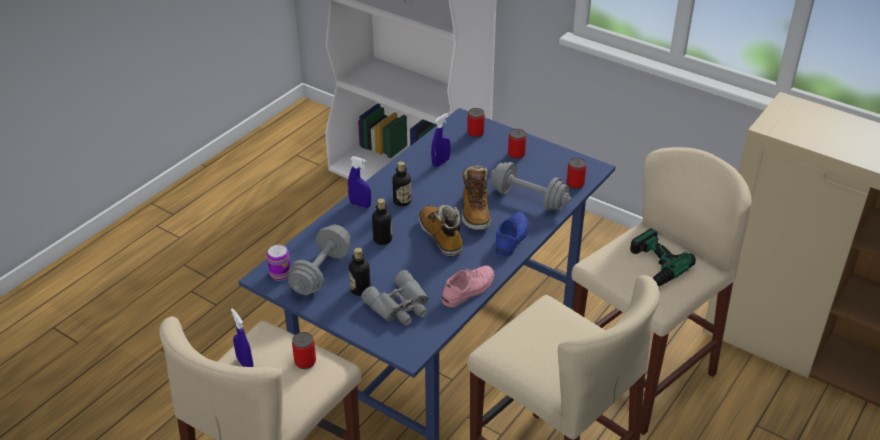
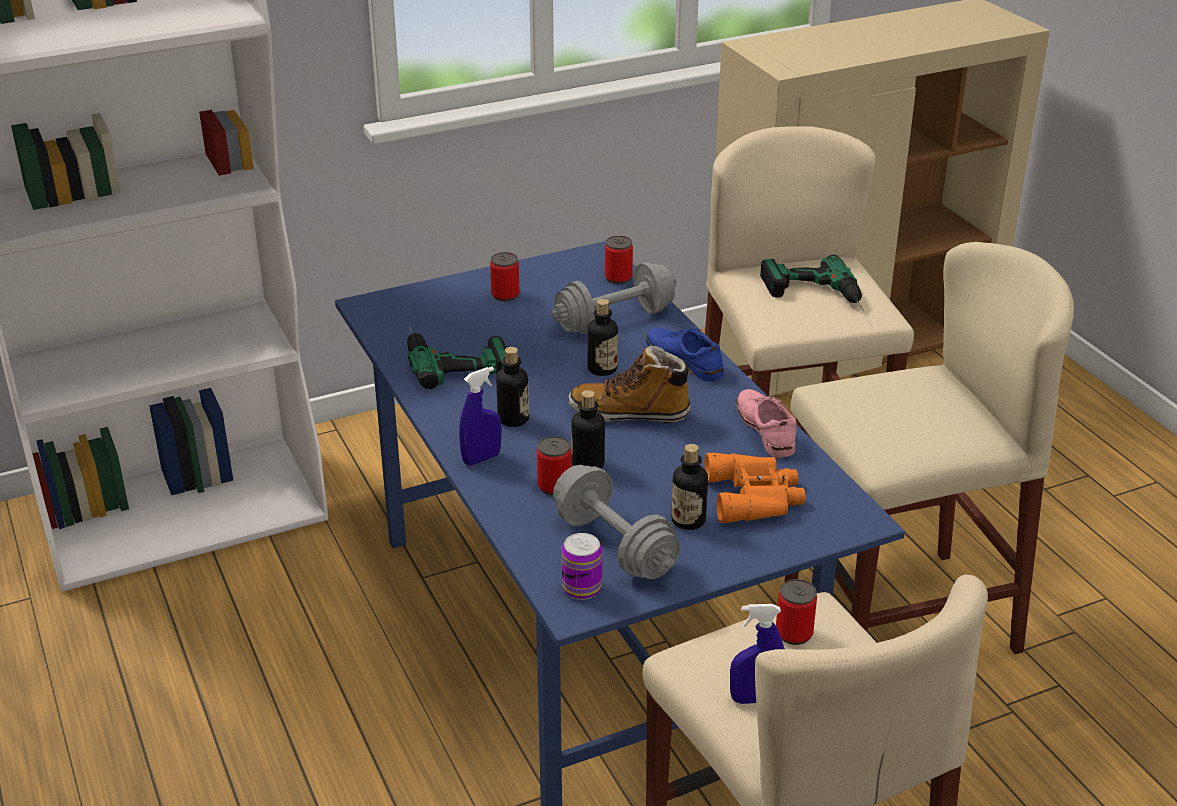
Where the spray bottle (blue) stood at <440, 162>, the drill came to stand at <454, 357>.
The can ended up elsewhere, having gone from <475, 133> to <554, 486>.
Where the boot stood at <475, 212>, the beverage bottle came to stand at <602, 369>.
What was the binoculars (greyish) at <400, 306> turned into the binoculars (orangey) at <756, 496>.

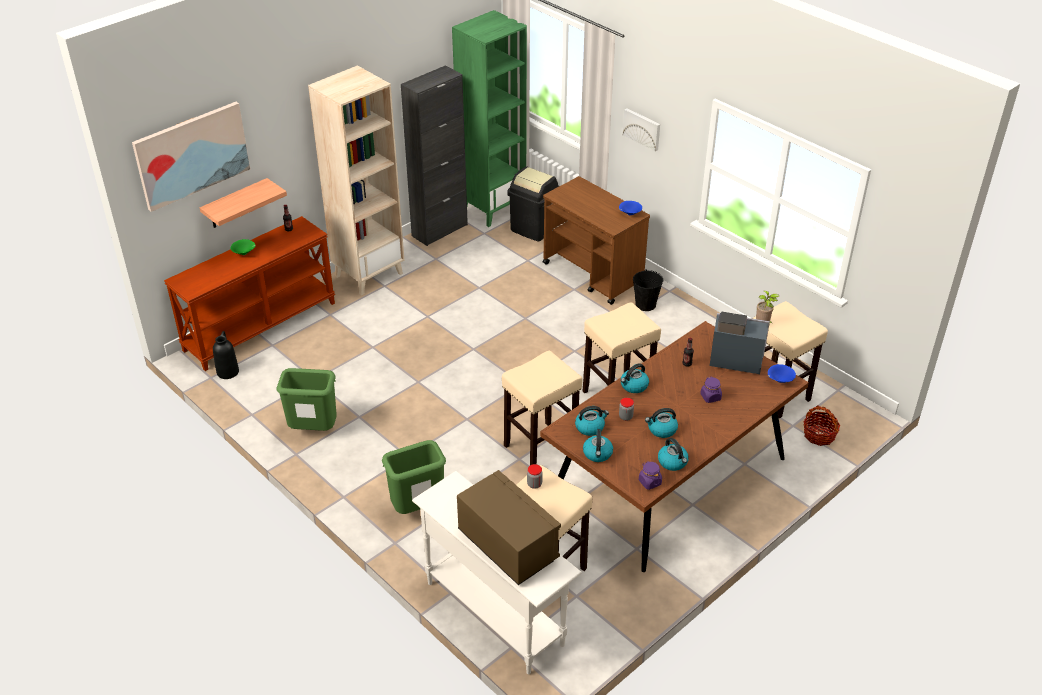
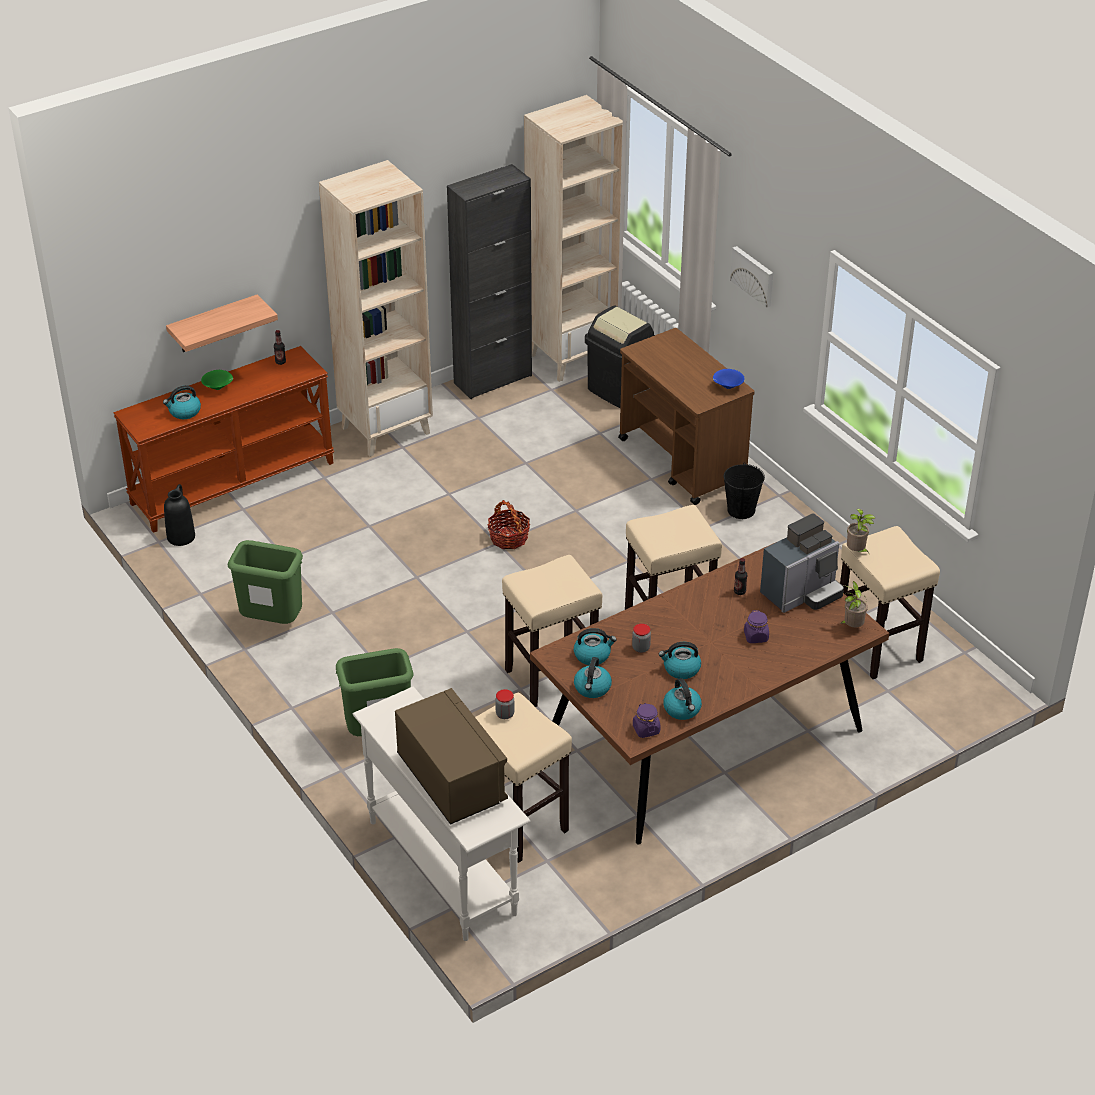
The kettle ended up elsewhere, having gone from <634, 386> to <184, 412>.
The household basket ended up elsewhere, having gone from <819, 435> to <508, 538>.
What was the bookcase (green) at <493, 209> turned into the bookcase (sand-coloured) at <572, 357>.
The coffee maker at <734, 359> ended up facing another way, 120 degrees clockwise from before.
Where the bowl (blue) stood at <779, 380>, the potted plant came to stand at <852, 626>.
The second view lost the wall picture at <192, 155>.

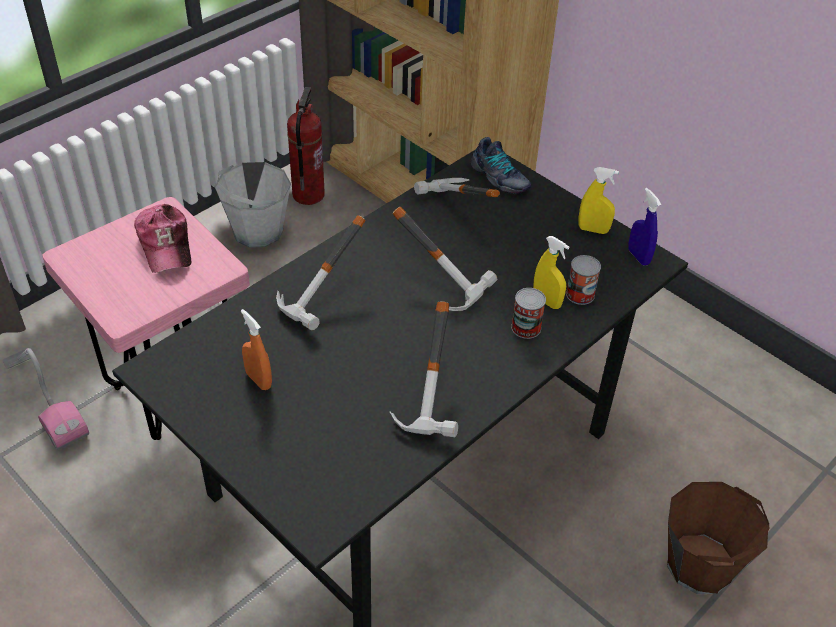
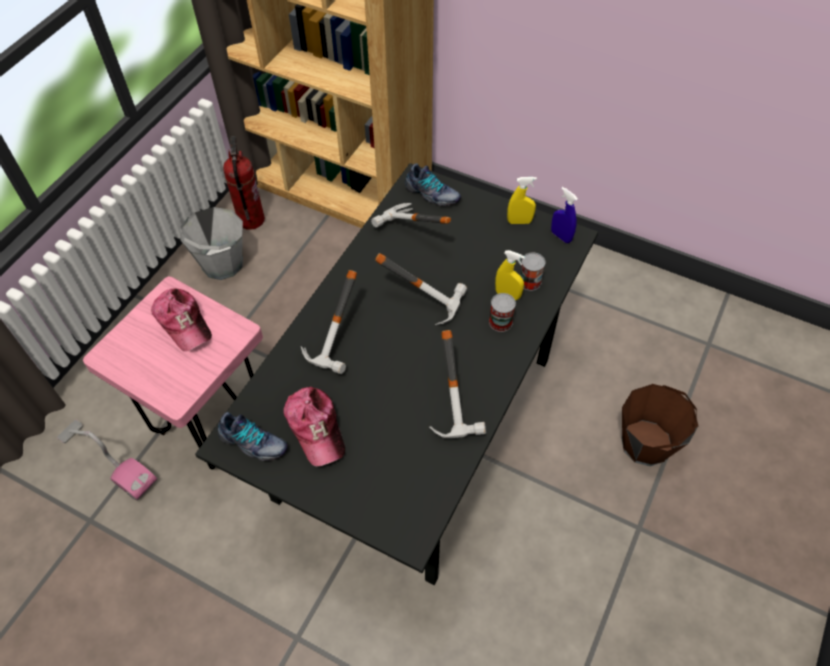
The second view gained the item of footwear at <253, 443>.
Where the spray bottle (orangey) stood at <258, 380>, the peaked cap came to stand at <315, 428>.

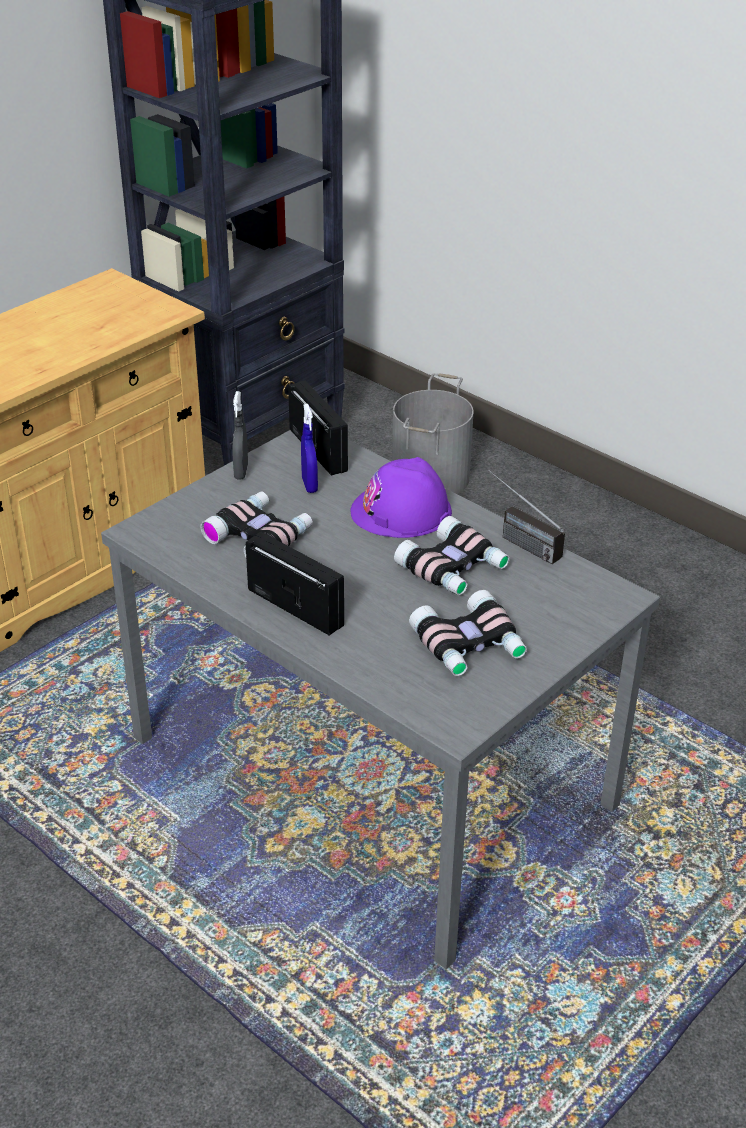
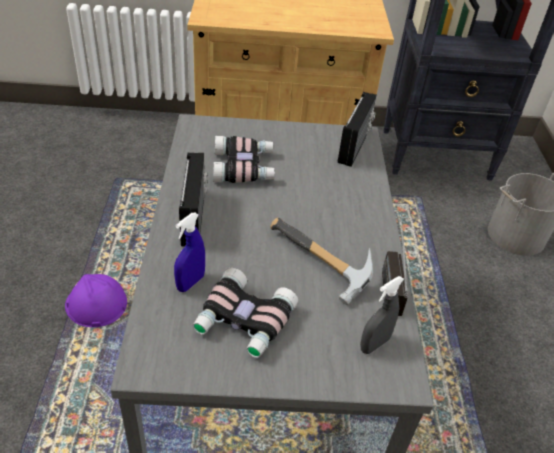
The safety helmet (purple) ended up elsewhere, having gone from <401, 511> to <96, 304>.
The spray bottle (blue) ended up elsewhere, having gone from <309, 485> to <190, 283>.
Where the binoculars stood at <454, 568>, the hammer came to stand at <317, 266>.
The spray bottle (greyish) ended up elsewhere, having gone from <241, 472> to <374, 344>.

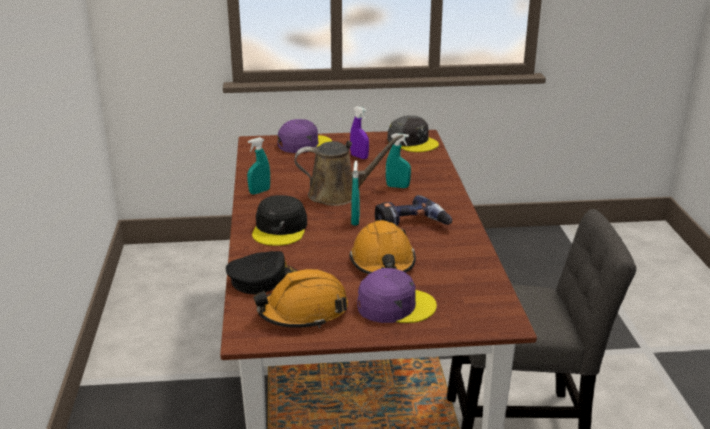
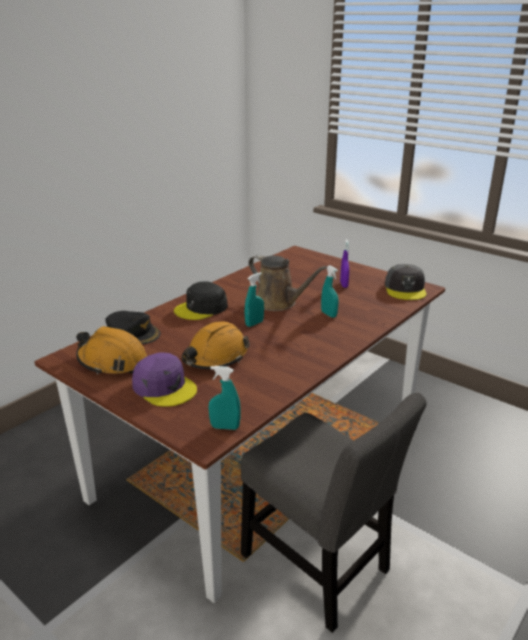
The spray bottle (turquoise) ended up elsewhere, having gone from <259, 192> to <225, 427>.
The second view lost the peaked cap (purple) at <304, 144>.
The second view lost the drill at <412, 225>.

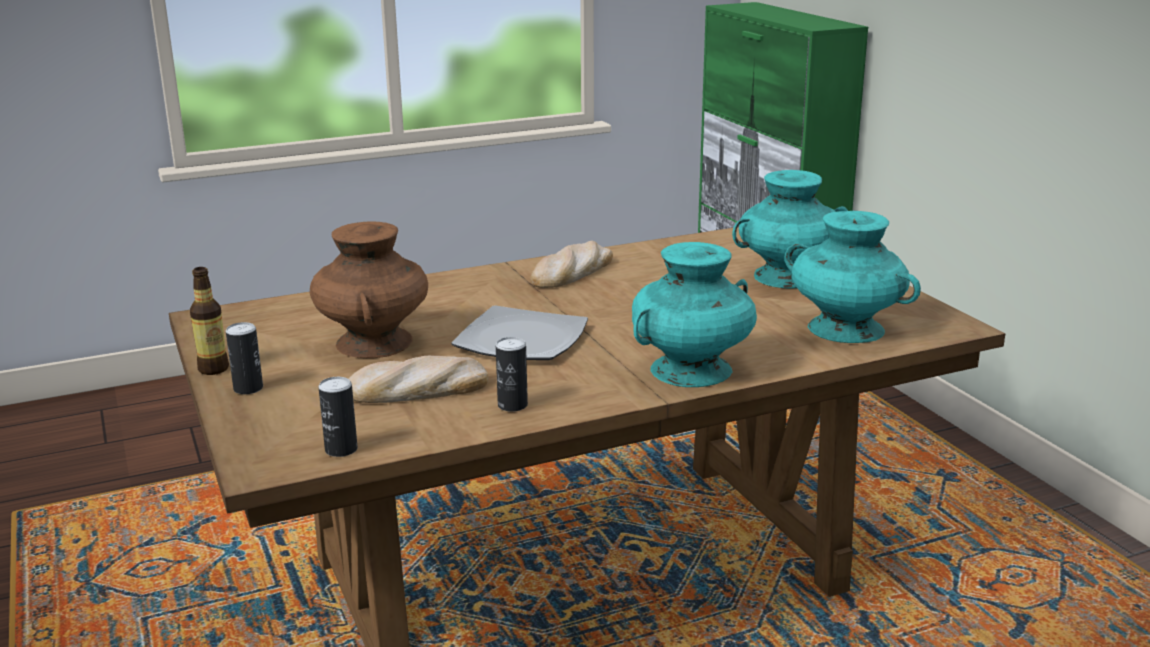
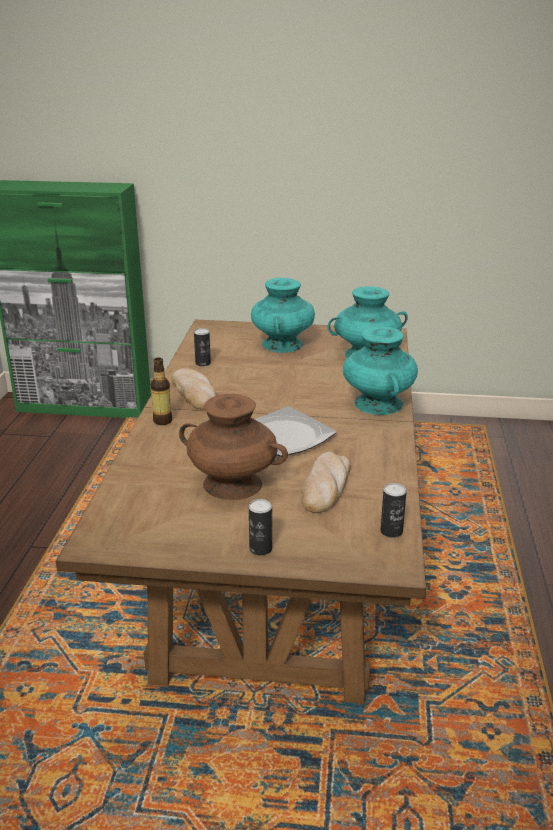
The beverage bottle ended up elsewhere, having gone from <213, 369> to <162, 421>.
The can ended up elsewhere, having gone from <512, 405> to <203, 363>.

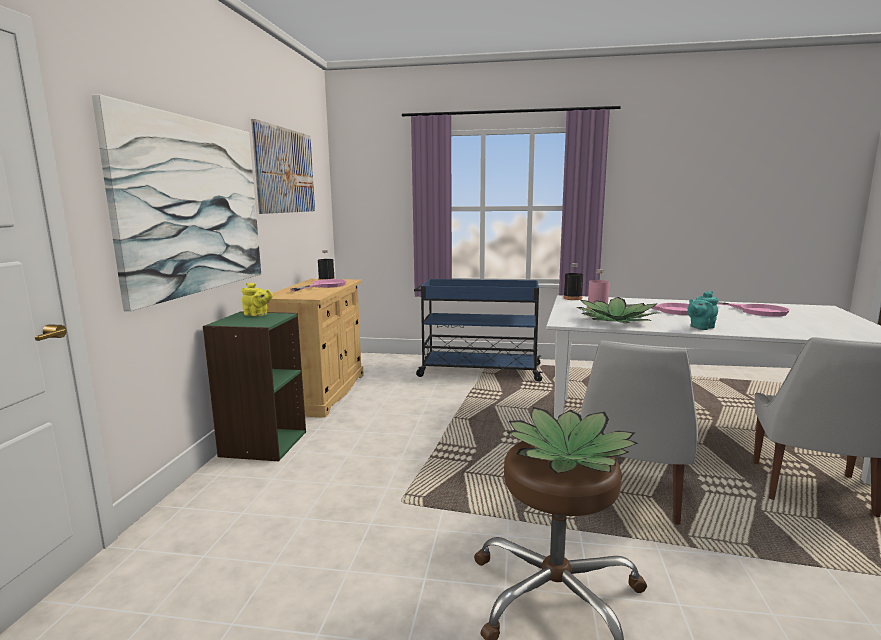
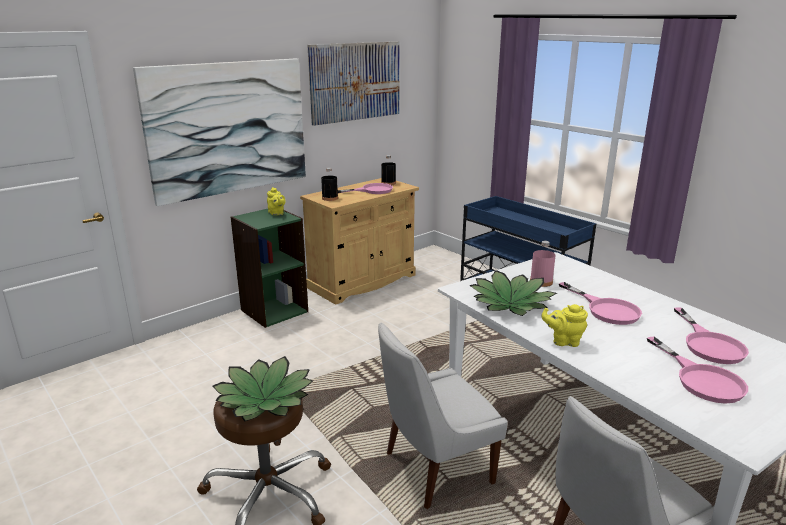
The beverage bottle (black-coloured) ended up elsewhere, having gone from <572, 298> to <330, 198>.
What was the tea pot (turquoise) at <700, 327> turned into the tea pot (yellowish) at <564, 341>.
The second view gained the skillet (pink) at <702, 379>.

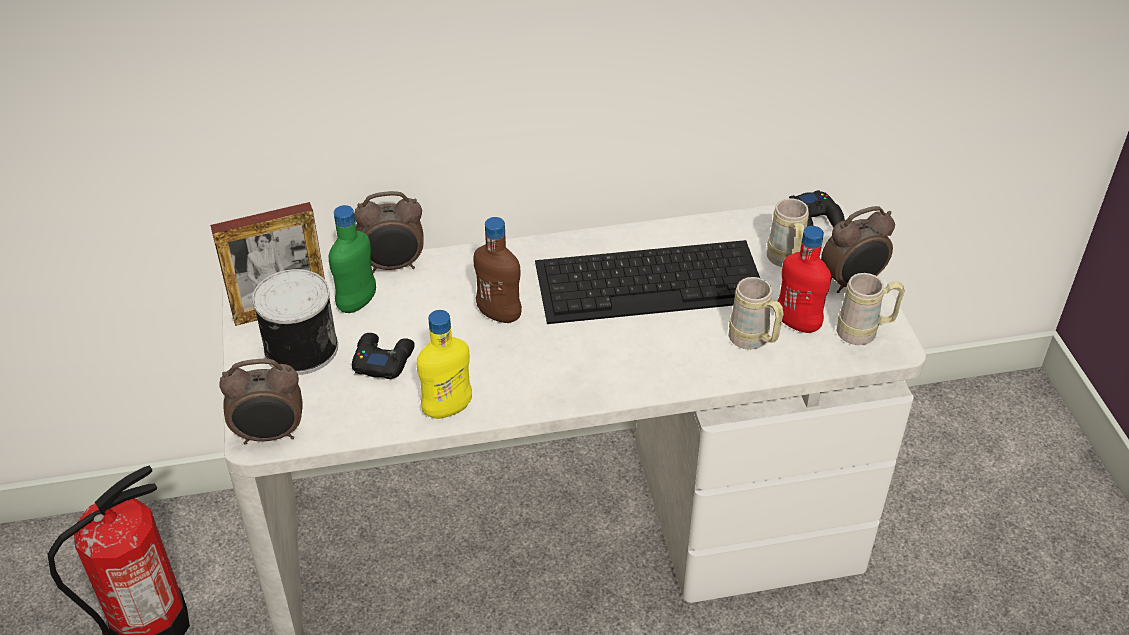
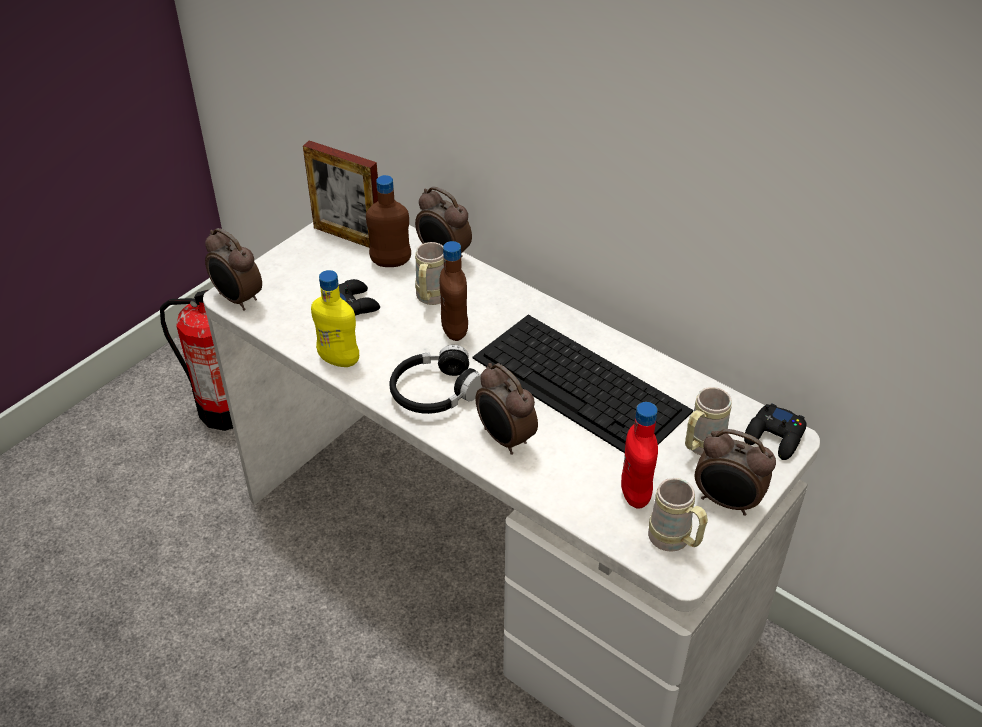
What was the beverage bottle (green) at <357, 303> turned into the beverage bottle (brown-coloured) at <391, 262>.
The second view gained the pair of headphones (black-coloured) at <435, 392>.
The tea mug (sand-coloured) ended up elsewhere, having gone from <753, 342> to <430, 299>.
The second view gained the alarm clock at <504, 439>.
The second view lost the can at <299, 348>.

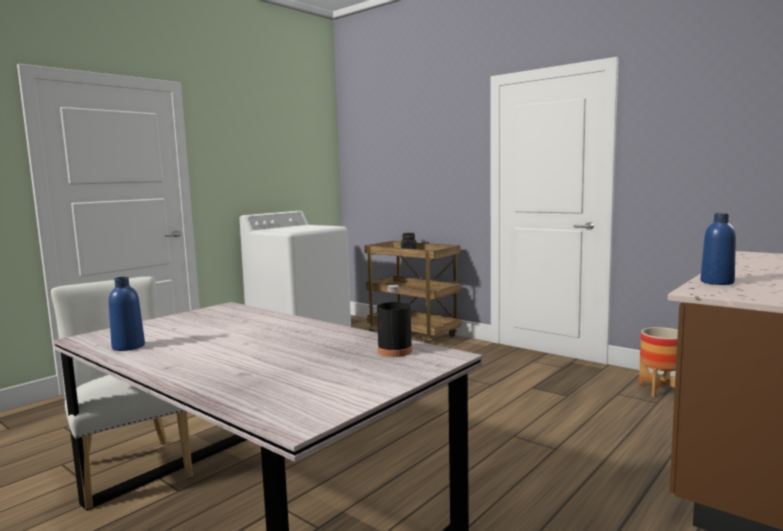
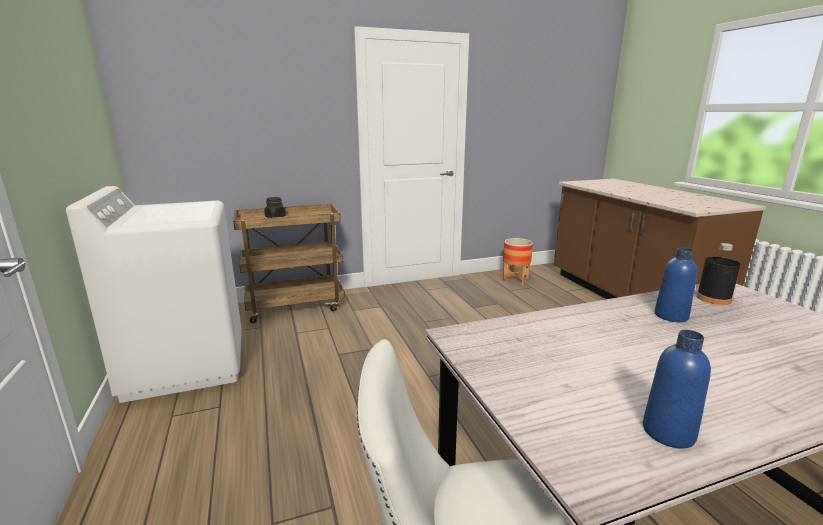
The beverage bottle (blue) ended up elsewhere, having gone from <717, 282> to <671, 316>.

